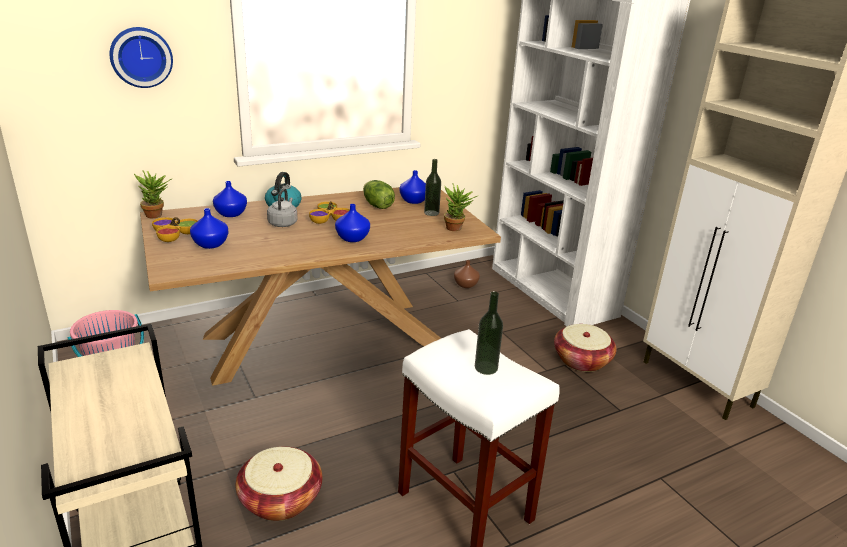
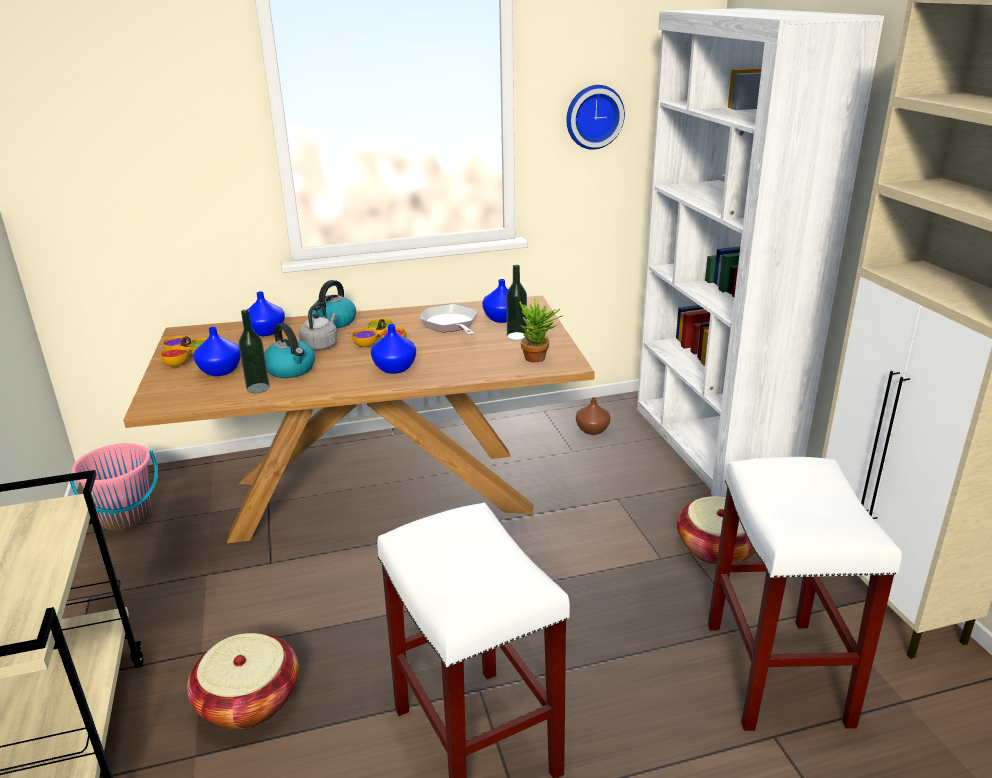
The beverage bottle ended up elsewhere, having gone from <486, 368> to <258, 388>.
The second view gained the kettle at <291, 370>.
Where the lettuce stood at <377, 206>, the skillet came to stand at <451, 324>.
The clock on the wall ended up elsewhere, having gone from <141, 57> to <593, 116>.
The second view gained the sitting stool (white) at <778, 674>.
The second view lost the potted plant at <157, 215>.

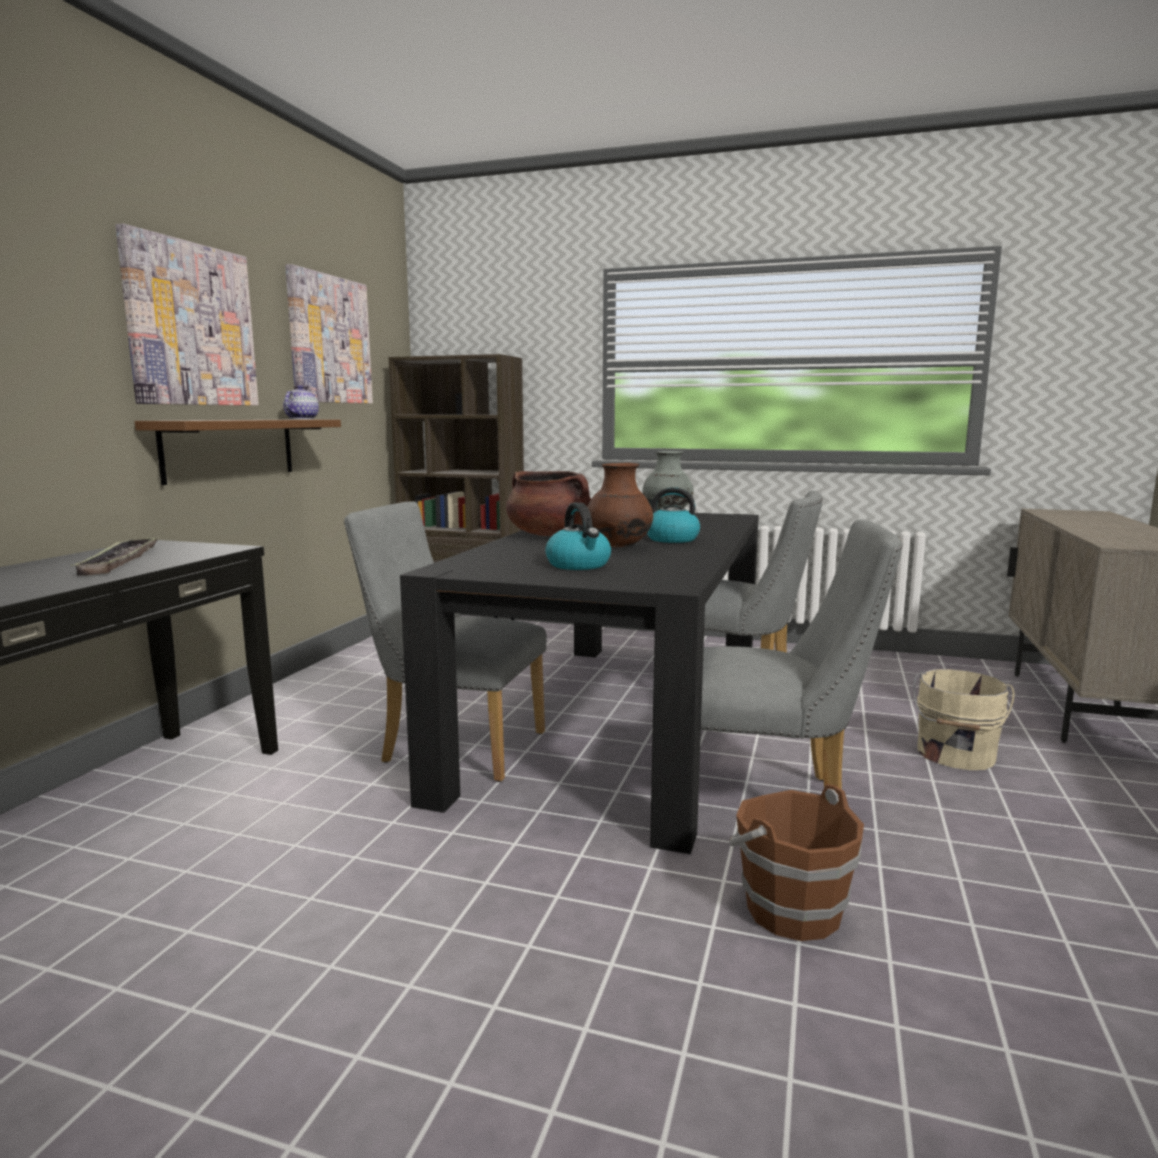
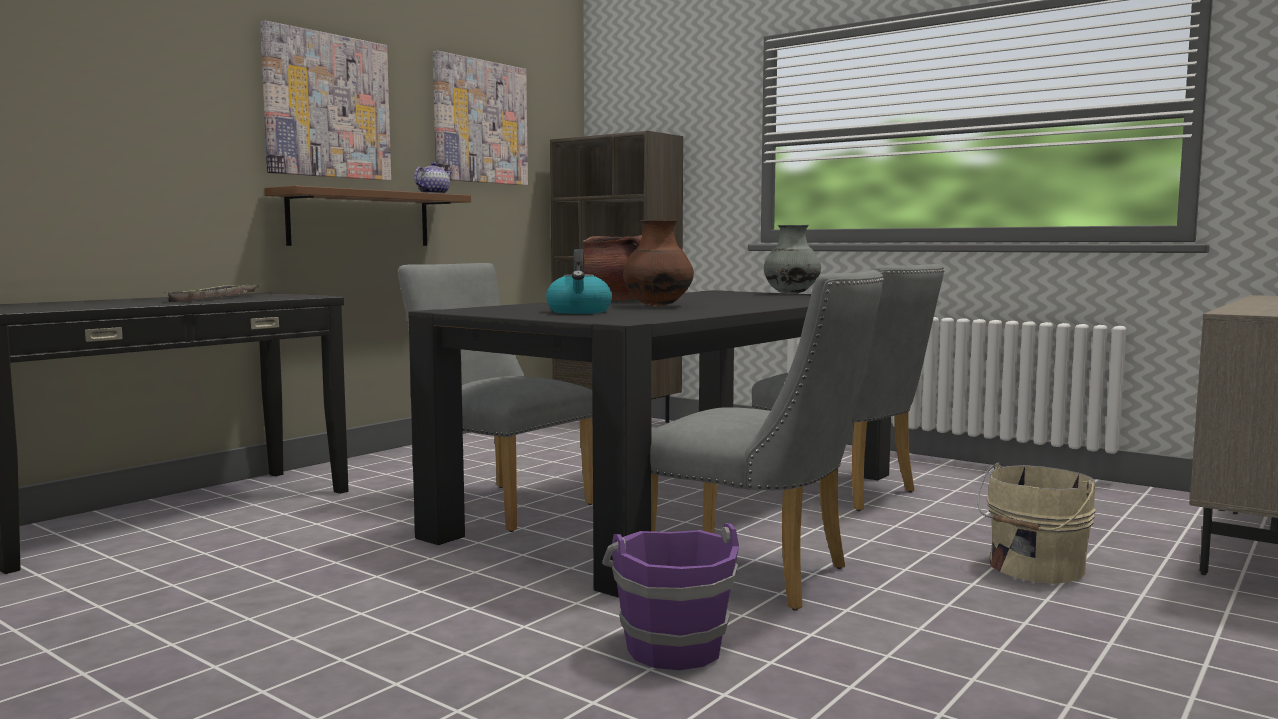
What was the pail (brown-coloured) at <790, 909> turned into the pail (purple) at <672, 647>.
The second view lost the kettle at <670, 539>.

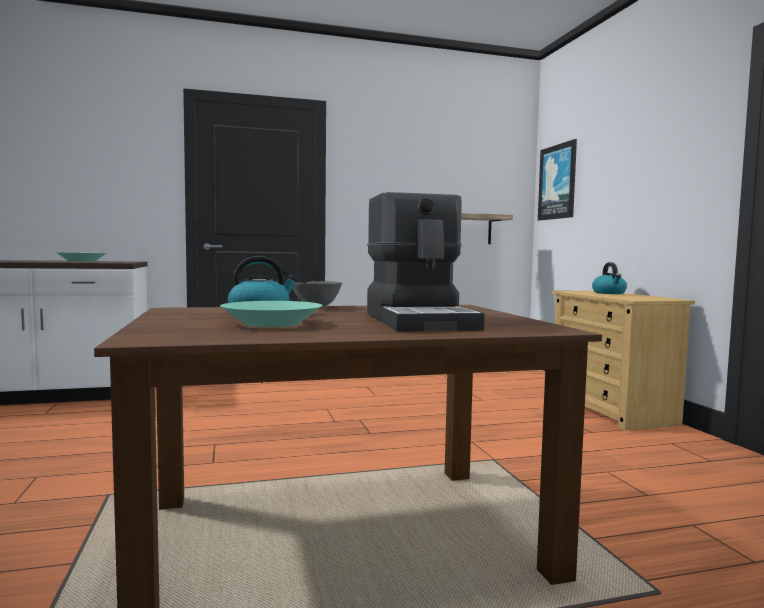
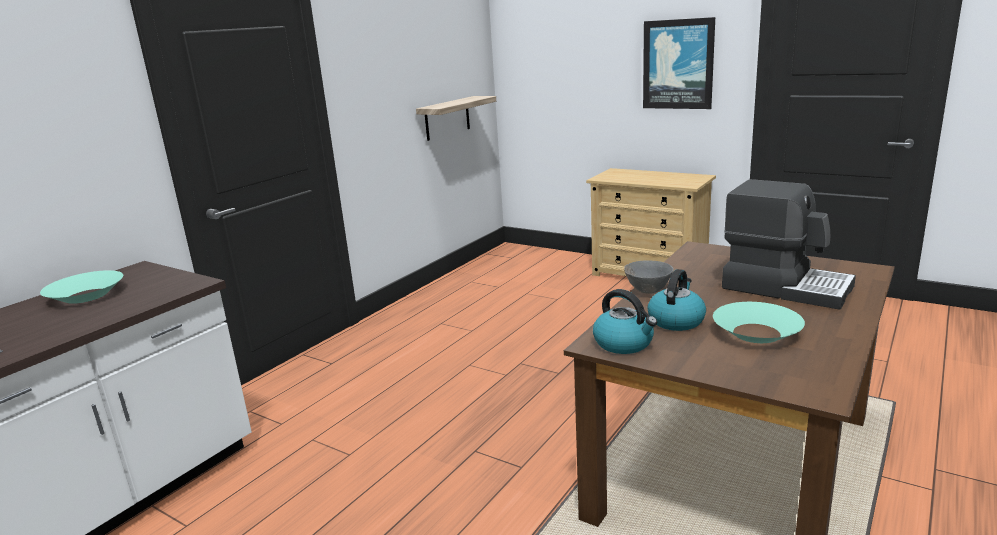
The kettle ended up elsewhere, having gone from <609, 293> to <624, 343>.
The wall picture ended up elsewhere, having gone from <558, 182> to <678, 64>.

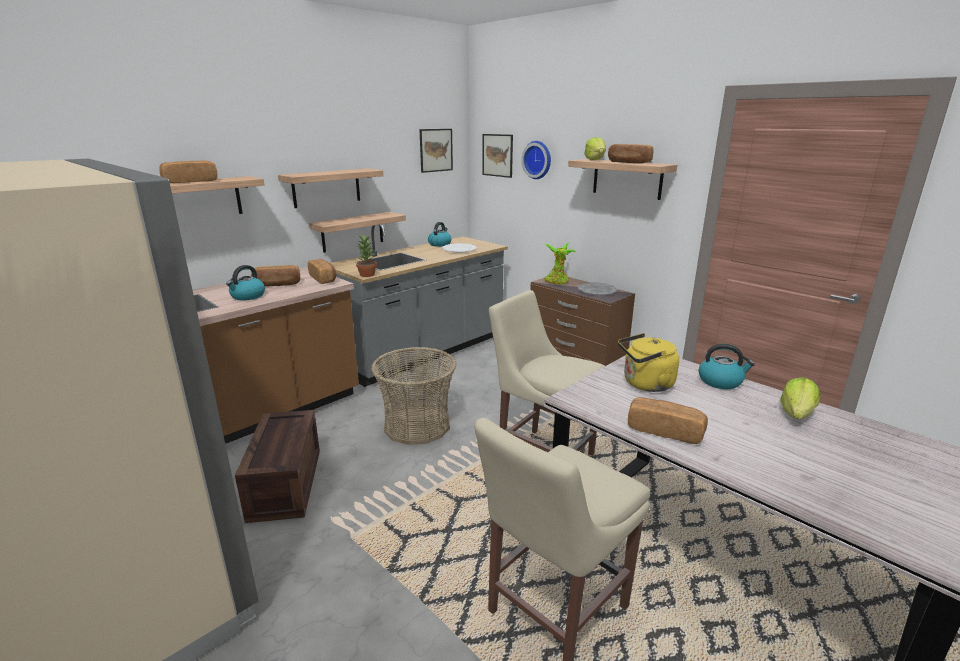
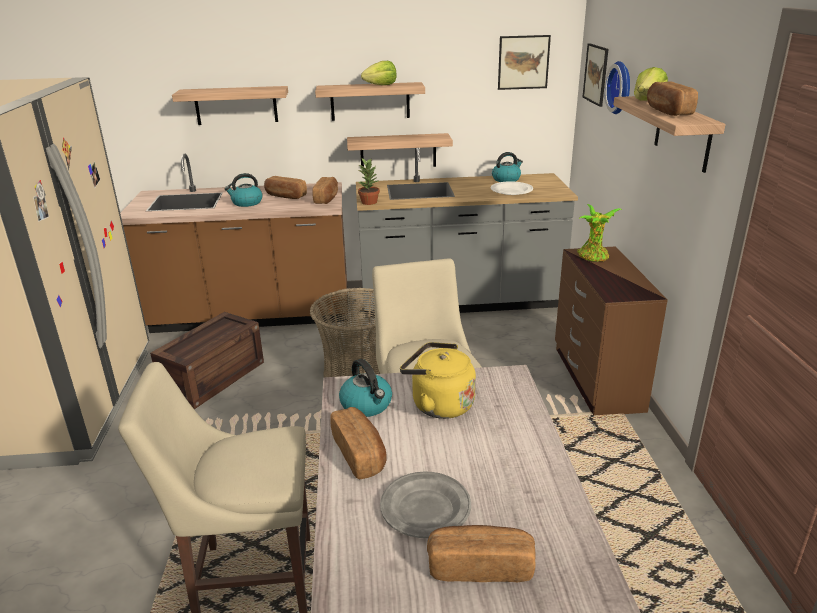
The kettle ended up elsewhere, having gone from <720, 381> to <367, 405>.
The lettuce ended up elsewhere, having gone from <796, 414> to <381, 85>.
The dinner plate (greyish) ended up elsewhere, having gone from <597, 291> to <425, 509>.
The bread ended up elsewhere, having gone from <190, 181> to <480, 566>.

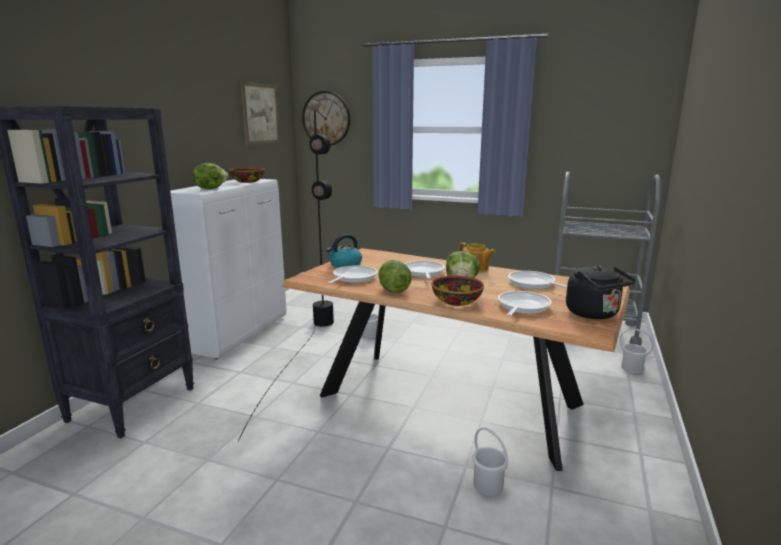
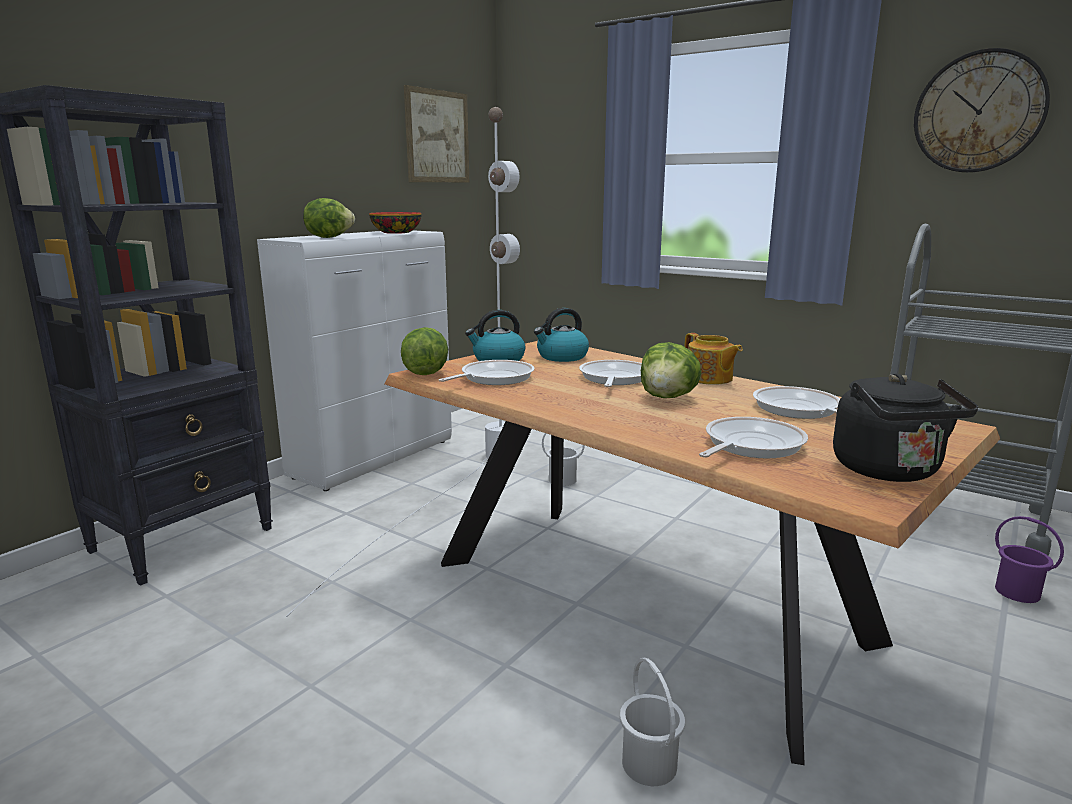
What was the standard lamp (black-coloured) at <304, 346> turned into the standard lamp (white) at <456, 486>.
The lettuce ended up elsewhere, having gone from <393, 290> to <425, 372>.
The second view gained the kettle at <562, 357>.
The clock on the wall ended up elsewhere, having gone from <326, 118> to <979, 112>.
What was the pail (white) at <632, 368> turned into the pail (purple) at <1017, 592>.
The second view lost the bowl at <456, 301>.

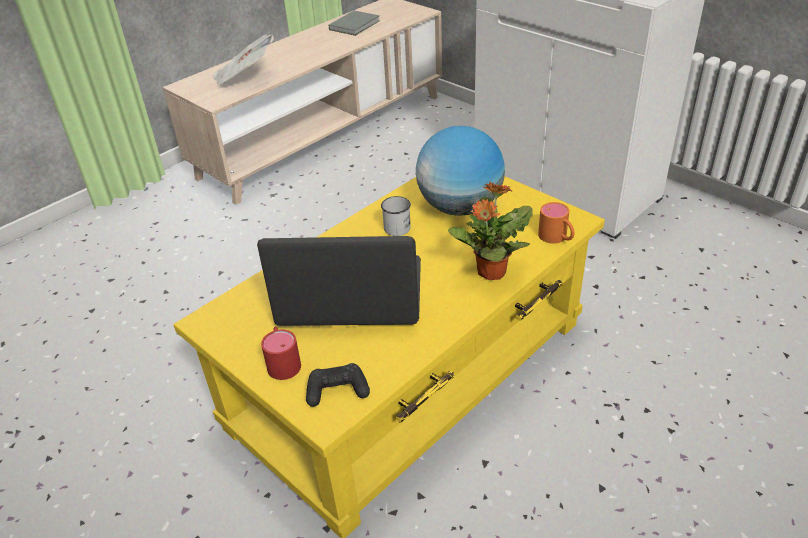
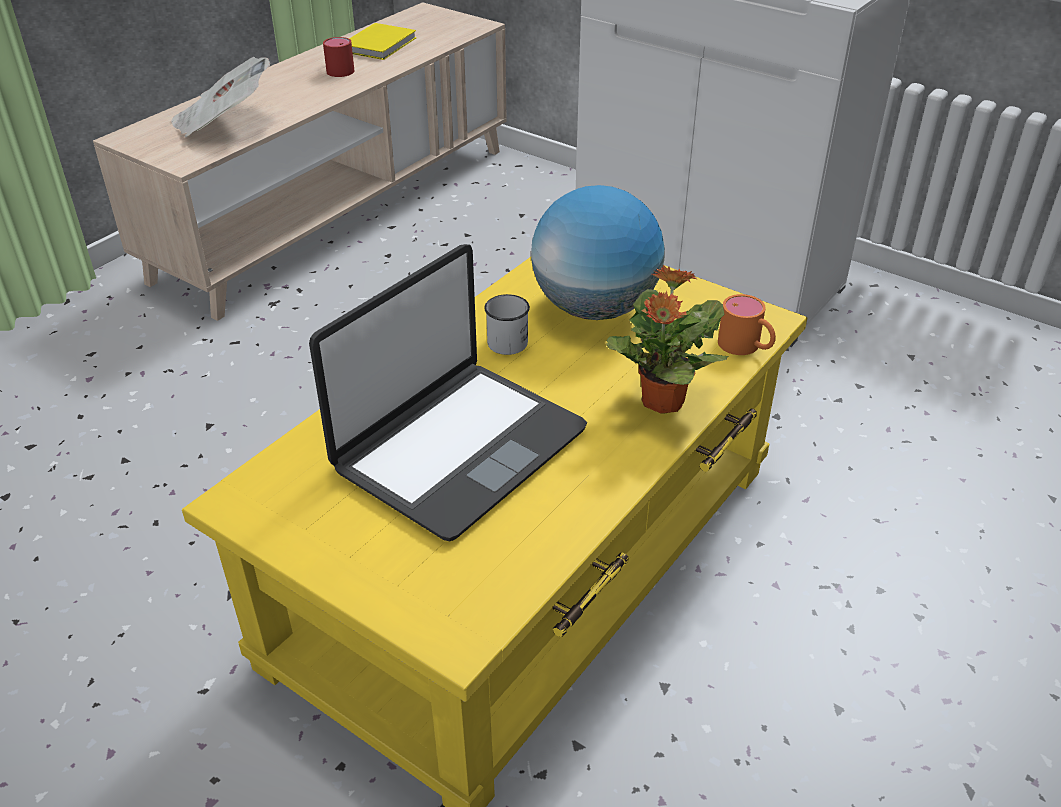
The portable computer at <351, 296> ended up facing another way, 135 degrees clockwise from before.
The tea mug (red-coloured) ended up elsewhere, having gone from <283, 361> to <338, 69>.
What was the book (greyish) at <356, 25> turned into the book (yellowish) at <381, 44>.
The second view lost the game controller (black-coloured) at <337, 391>.

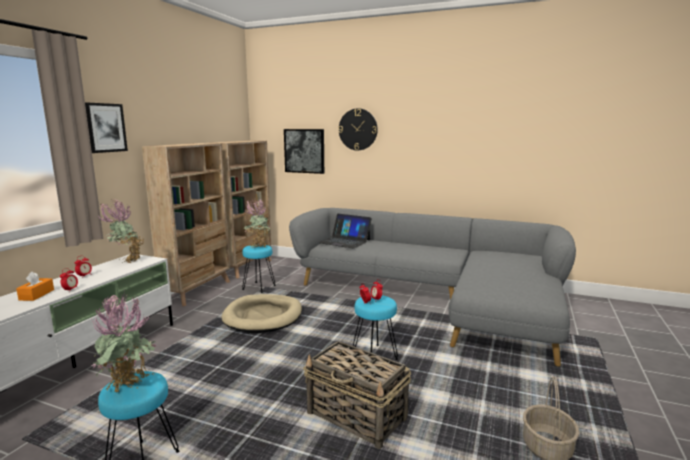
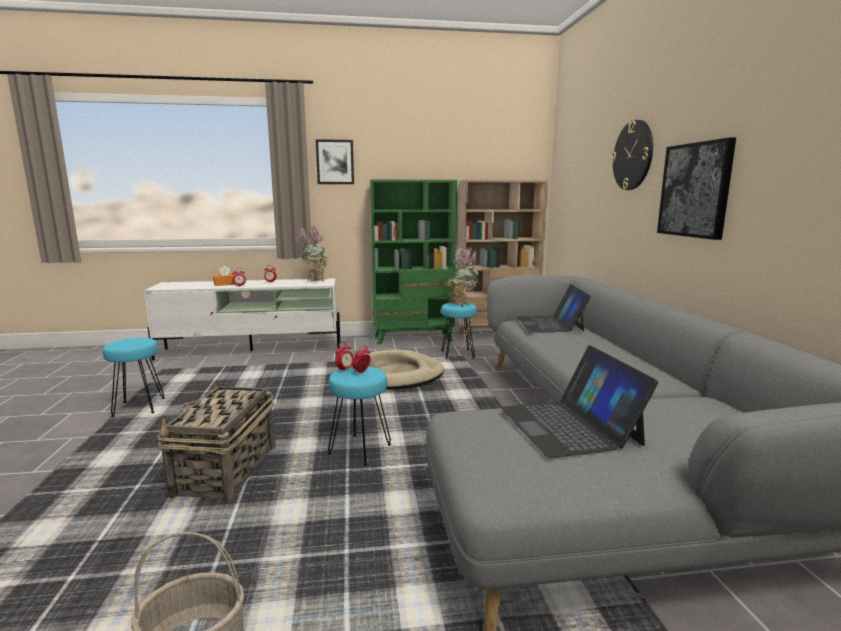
What was the bookcase (sand-coloured) at <198, 291> turned into the bookcase (green) at <413, 338>.
The second view gained the portable computer at <569, 425>.
The wall picture ended up elsewhere, having gone from <304, 151> to <695, 190>.
The second view lost the potted plant at <130, 389>.

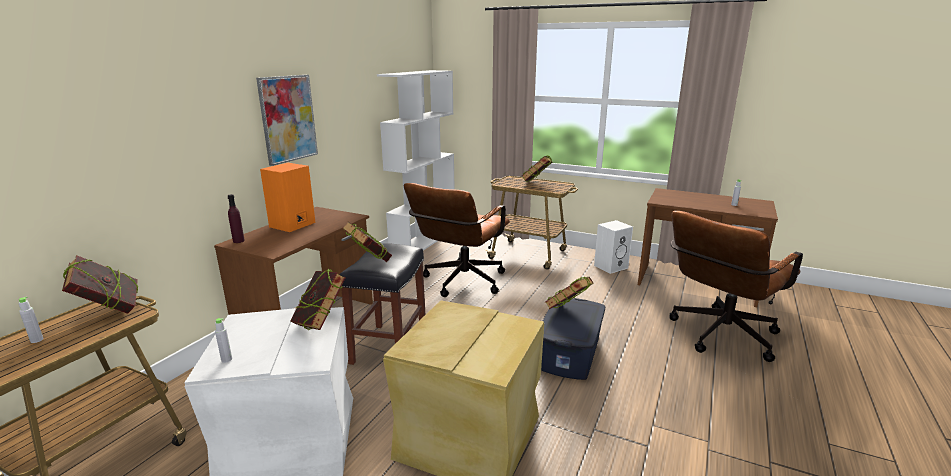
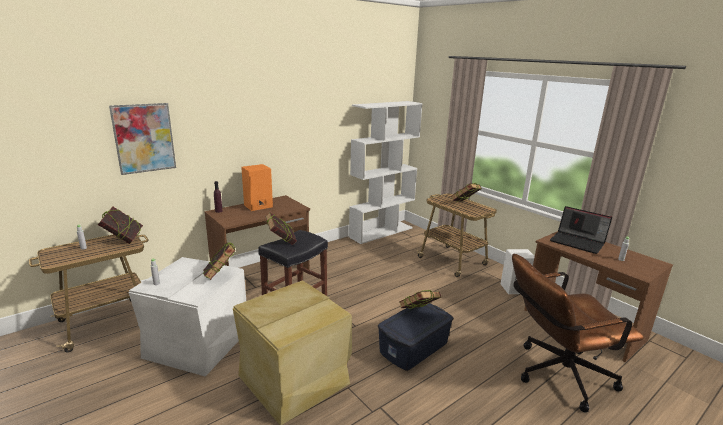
The wall picture ended up elsewhere, having gone from <288, 119> to <144, 138>.
The second view gained the portable computer at <578, 242>.
The second view lost the desk chair (brown-coloured) at <460, 283>.

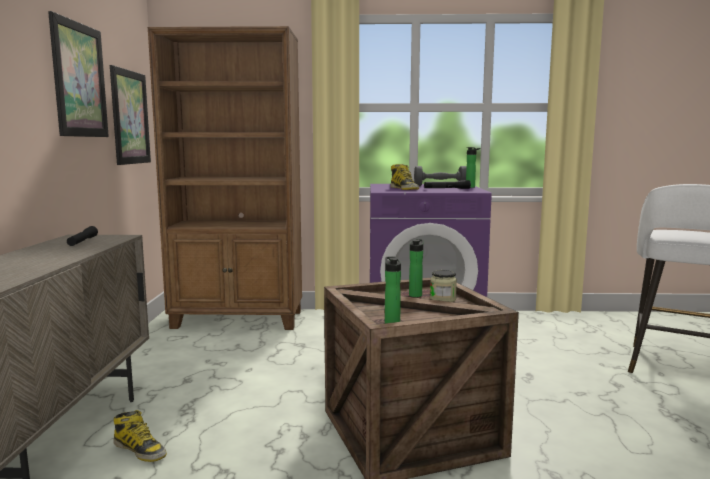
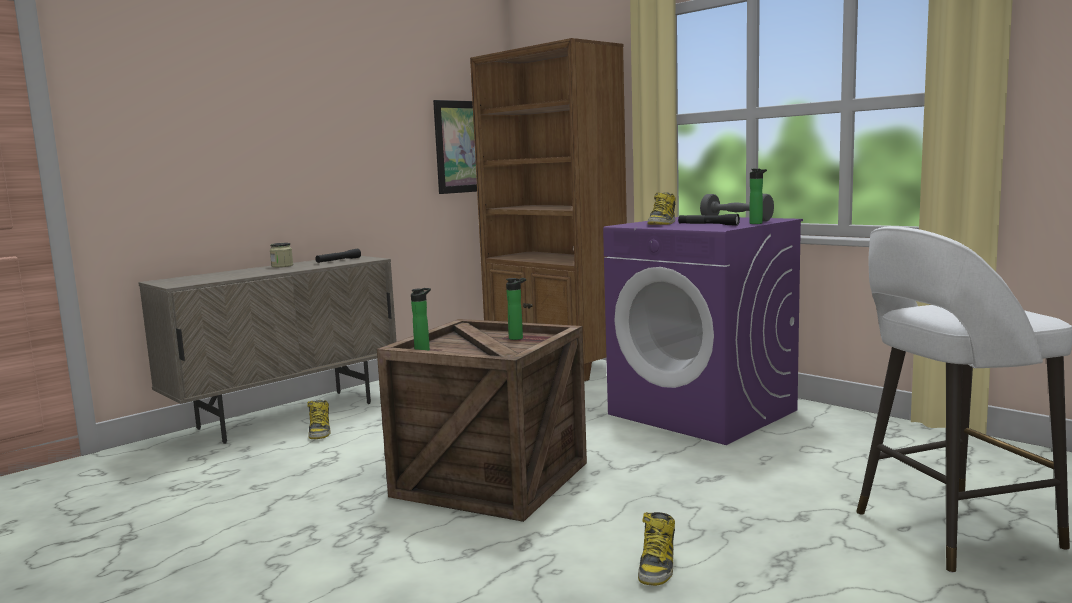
The storage jar ended up elsewhere, having gone from <442, 299> to <282, 266>.
The second view gained the boot at <657, 566>.
The second view lost the wall picture at <79, 80>.

